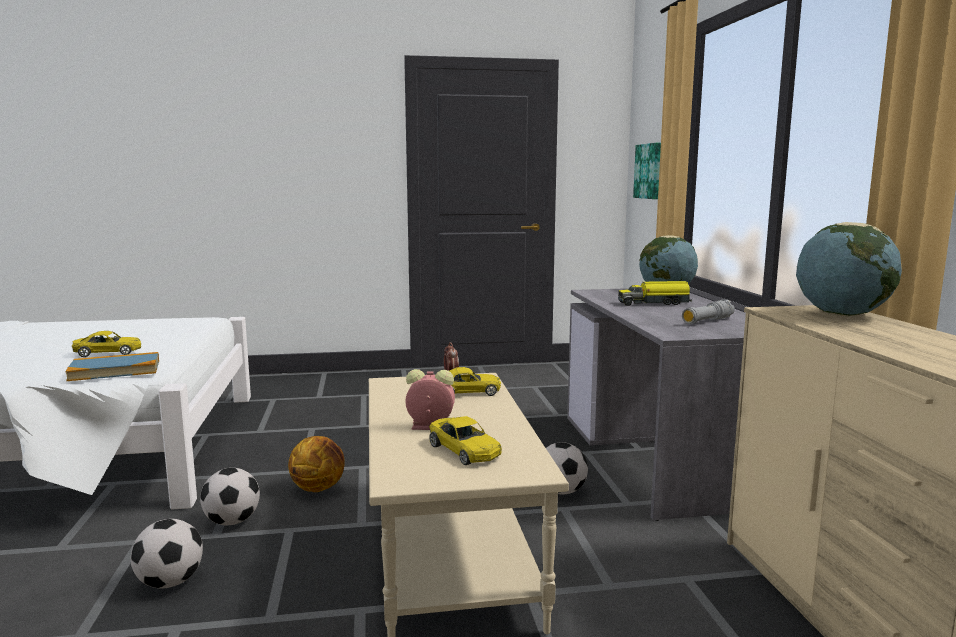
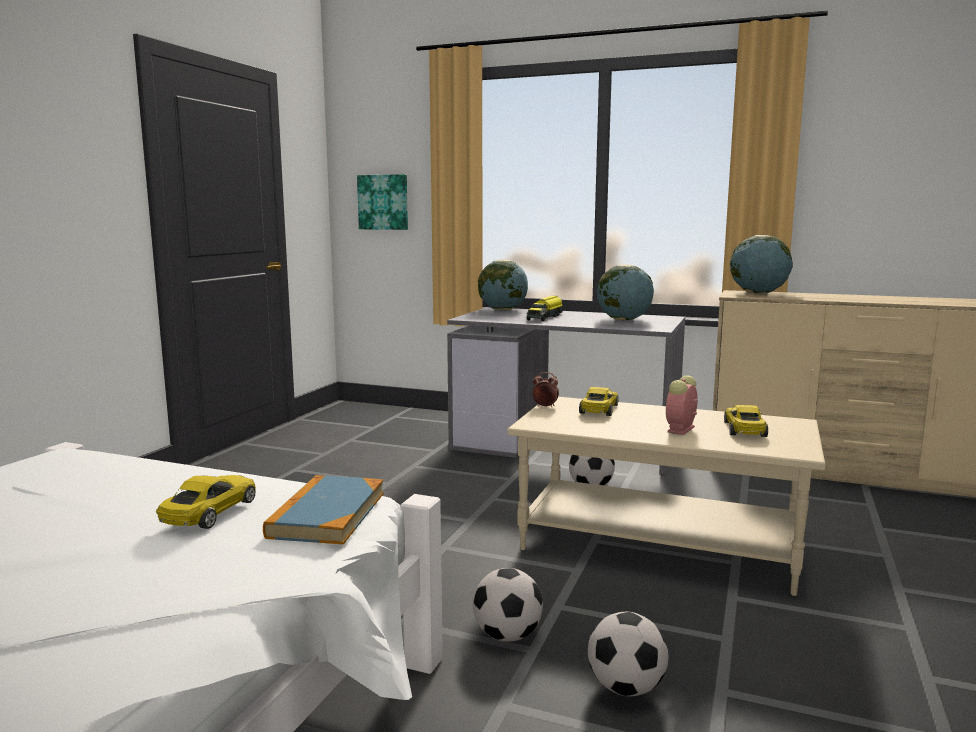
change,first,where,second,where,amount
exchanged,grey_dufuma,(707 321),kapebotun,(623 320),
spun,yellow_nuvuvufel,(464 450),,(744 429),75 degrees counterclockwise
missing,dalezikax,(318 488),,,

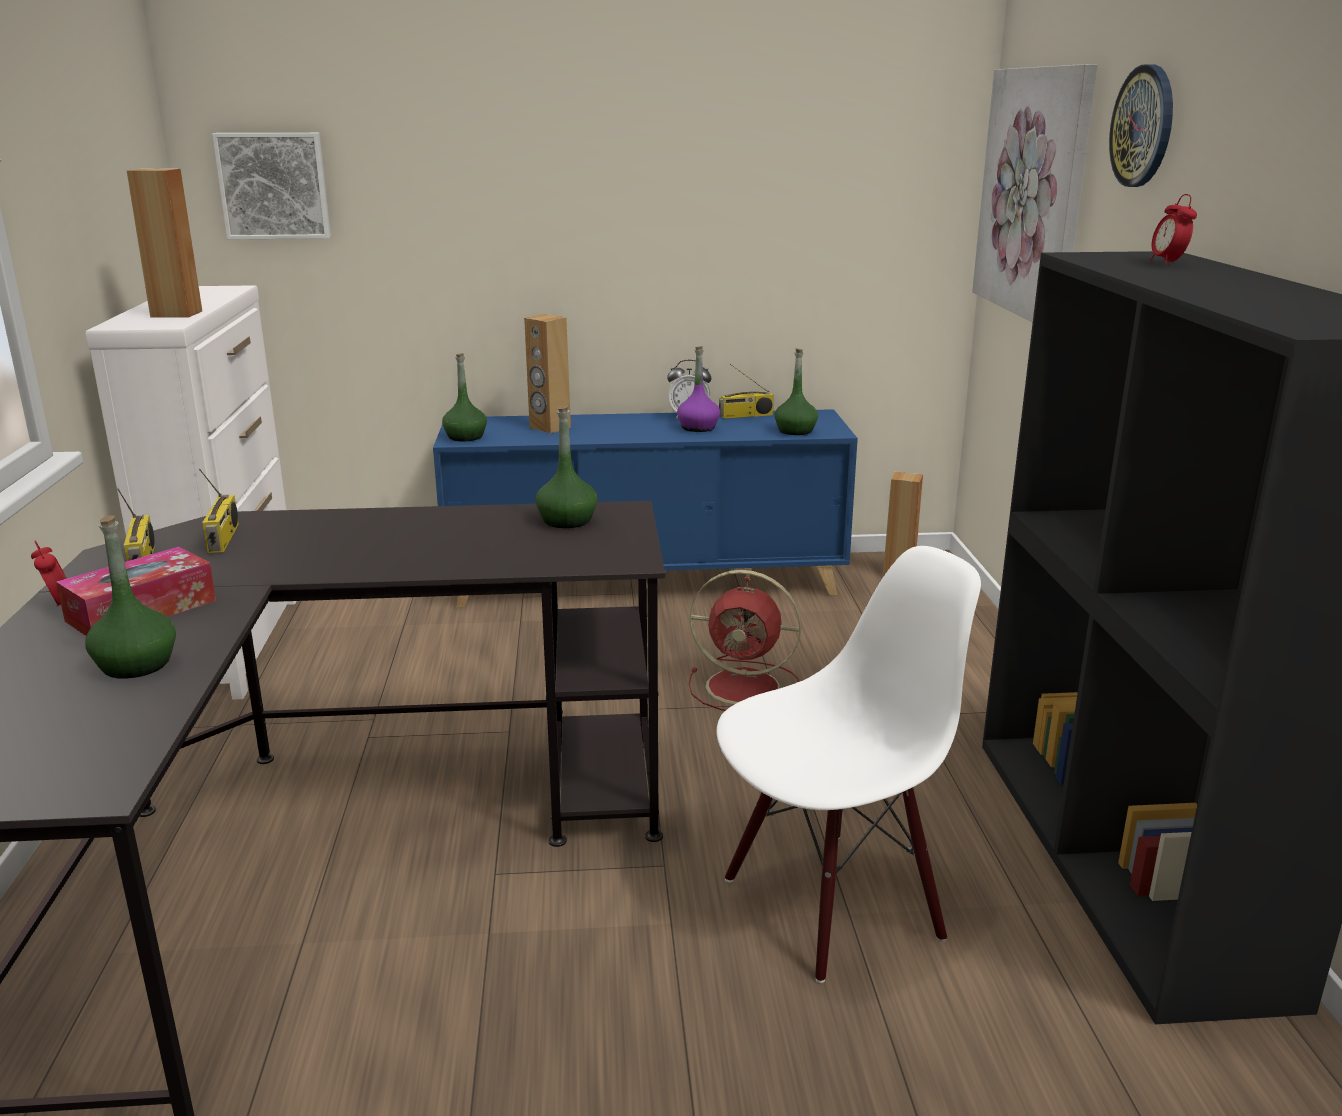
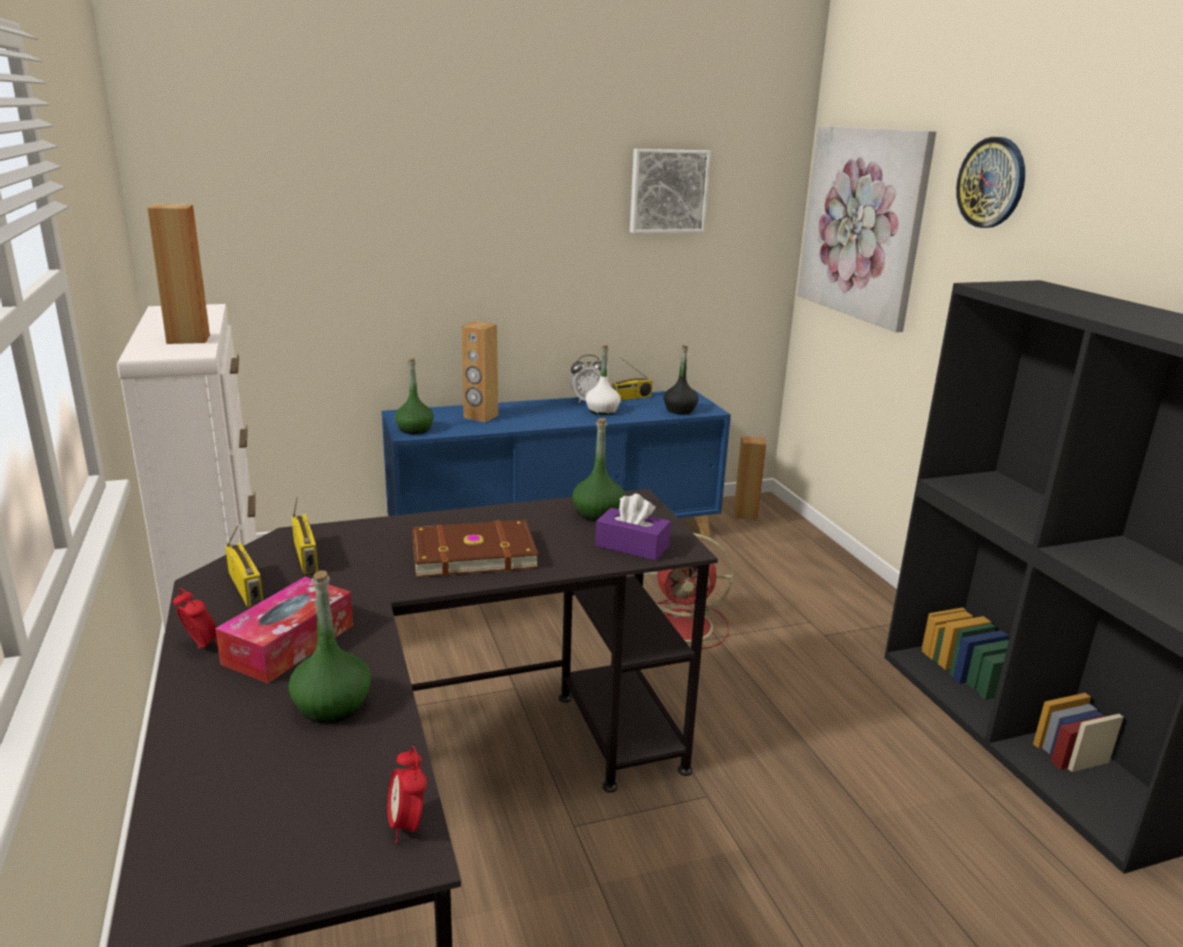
change,first,where,second,where,amount
relocated,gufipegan,(274 186),,(668 191),
relocated,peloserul,(1167 263),,(407 825),
colour,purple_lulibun,(698 428),white_lulibun,(602 411),
colour,green_lulibun,(795 431),black_lulibun,(680 410),
missing,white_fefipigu,(831 904),,,
appeared,,,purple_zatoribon,(632 546),
appeared,,,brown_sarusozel,(472 552),

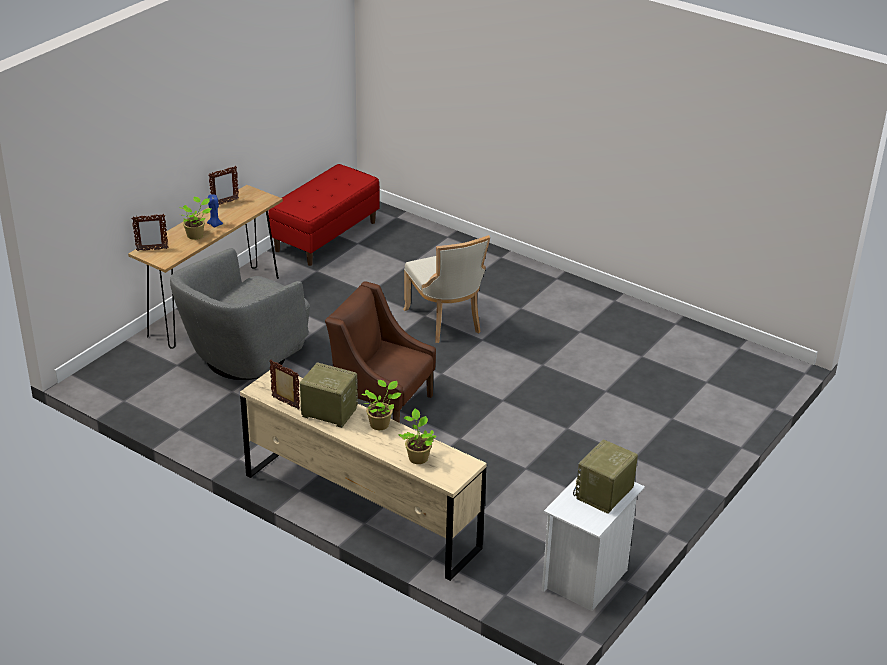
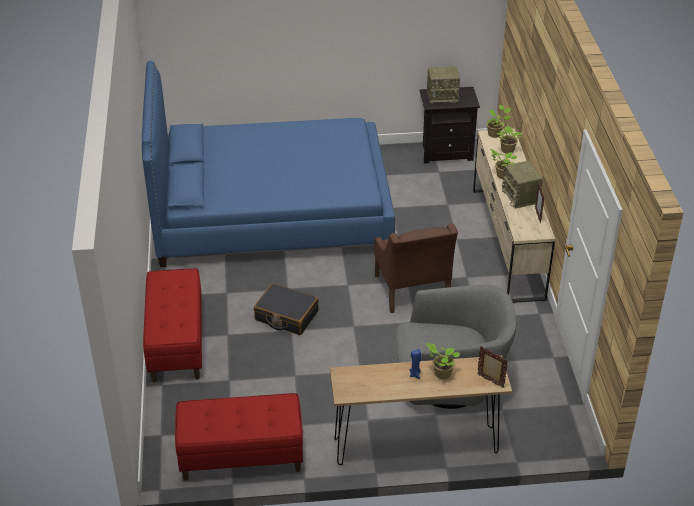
change,first,where,second,where,amount
missing,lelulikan,(225 203),,,
exchanged,beige_fefipigu,(446 322),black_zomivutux,(286 316),
colour,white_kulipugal,(586 579),black_kulipugal,(446 152),
appeared,,,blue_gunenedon,(271 210),
appeared,,,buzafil,(495 134),
appeared,,,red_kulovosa,(176 343),

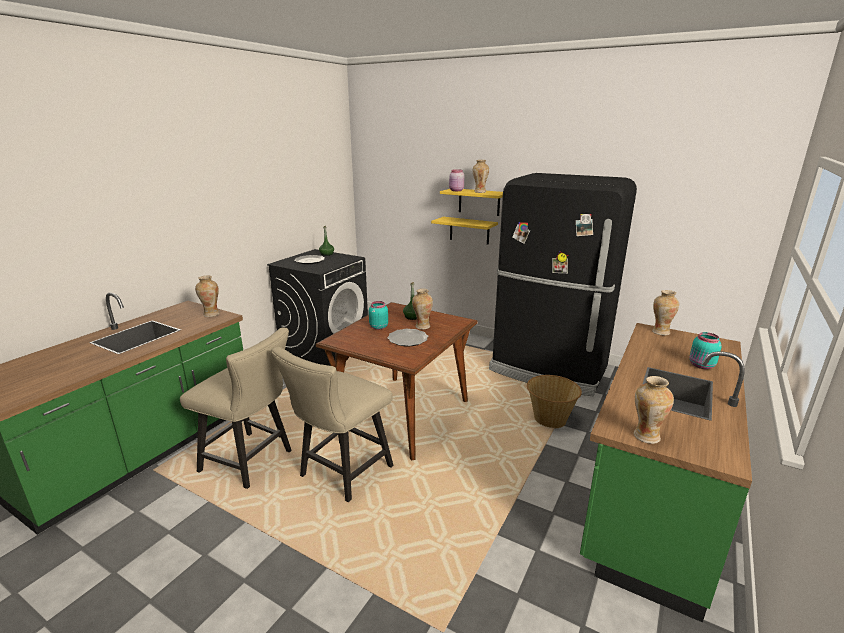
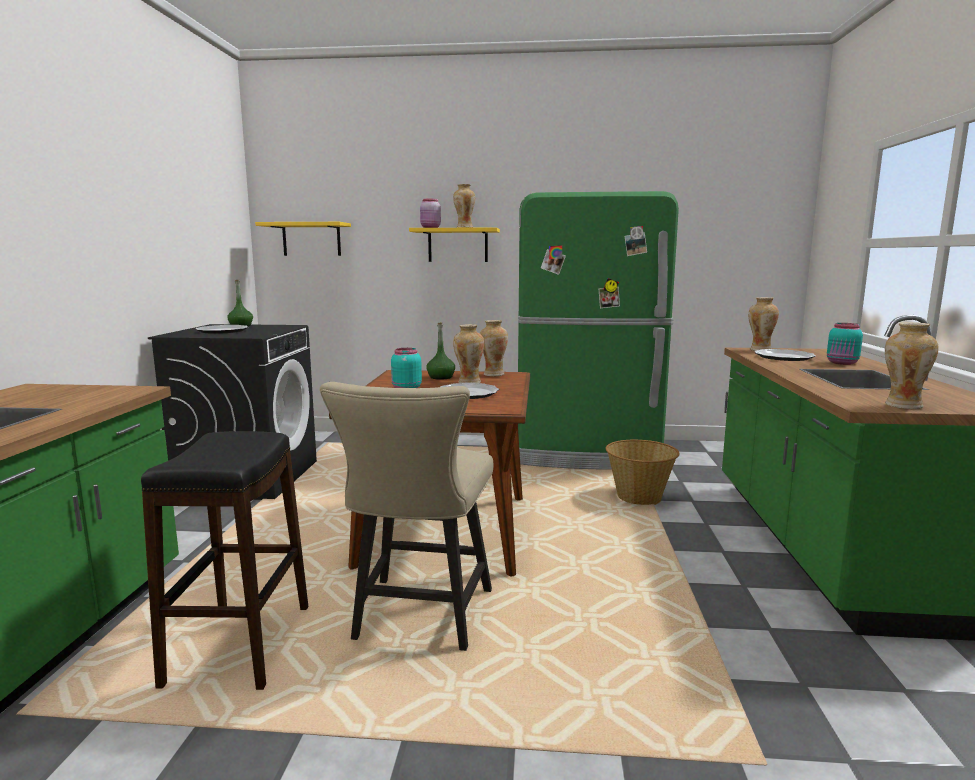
change,first,where,second,where,amount
colour,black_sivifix,(548 369),green_sivifix,(587 453),
relocated,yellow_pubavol,(469 230),,(311 239),
relocated,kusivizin,(211 314),,(493 374),
exchanged,beige_fefipigu,(252 462),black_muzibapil,(240 645),
appeared,,,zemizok,(783 357),

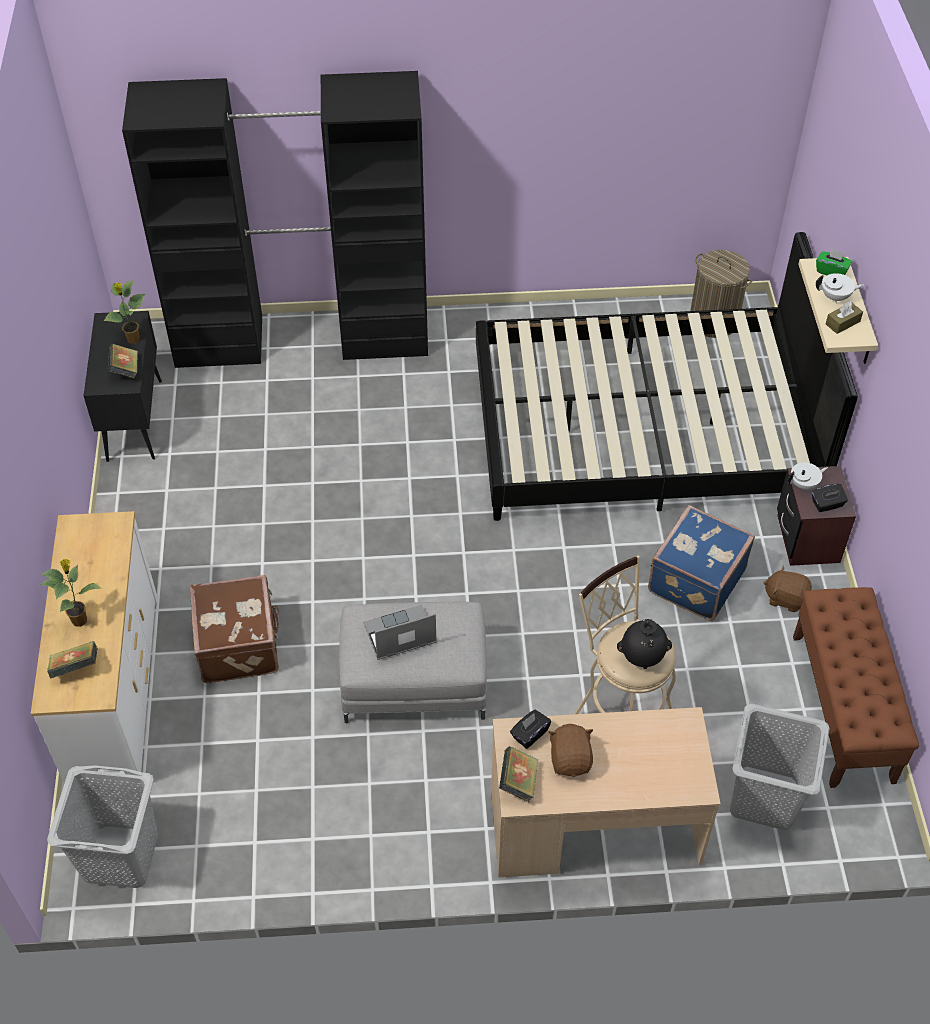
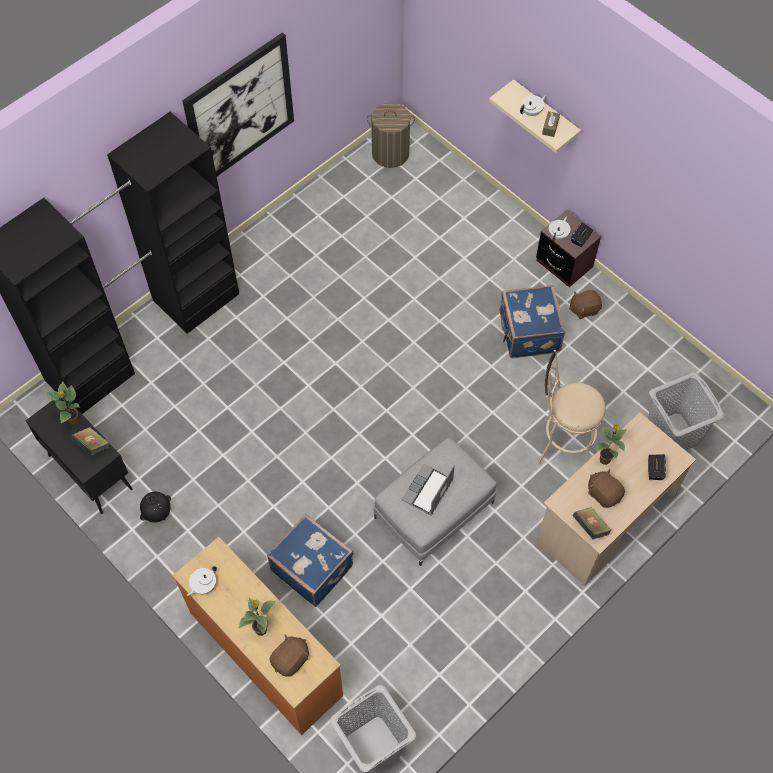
change,first,where,second,where,amount
missing,black_gunenedon,(643 431),,,
missing,green_zatoribon,(831 271),,,
colour,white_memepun,(113 690),orange_memepun,(265 654),
colour,brown_zomivutux,(240 645),blue_zomivutux,(312 567),
missing,brown_kulovosa,(843 708),,,
relocated,black_kusivizin,(642 657),,(158 513),
exchanged,sarusozel,(75 668),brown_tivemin,(291 660),
relocated,black_zatoribon,(529 734),,(654 470),
appeared,,,gufipegan,(240 110),
appeared,,,buzafil,(604 459),
appeared,,,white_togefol,(203 585),

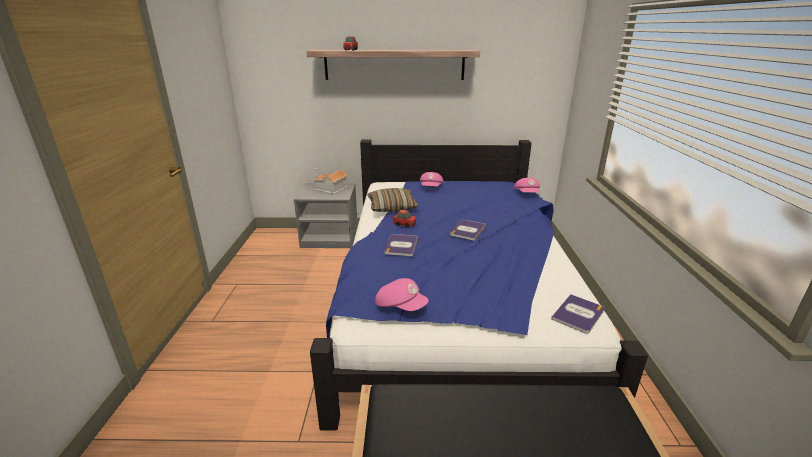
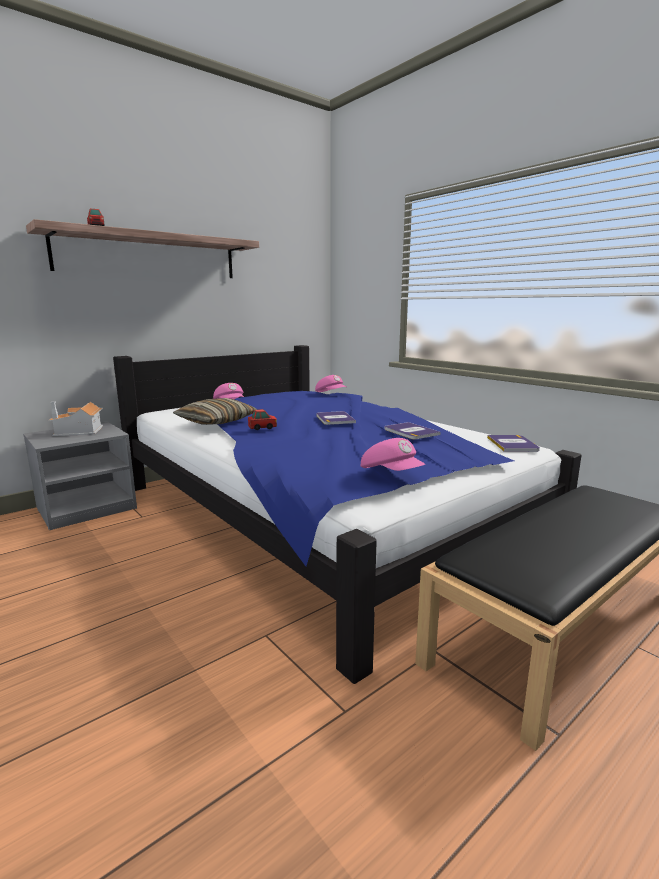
change,first,where,second,where,amount
relocated,sarusozel,(401 245),,(410 432),
spun,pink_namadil,(401 306),,(392 474),60 degrees clockwise

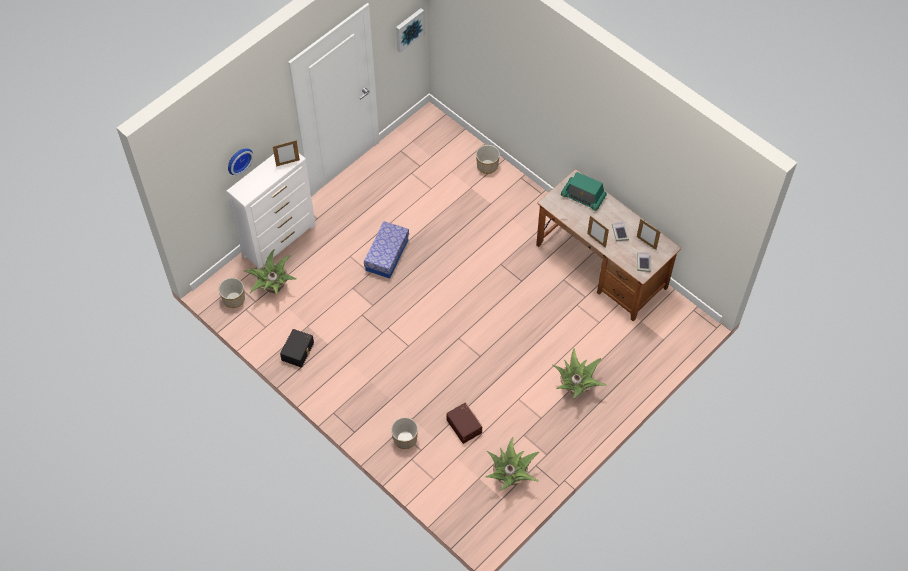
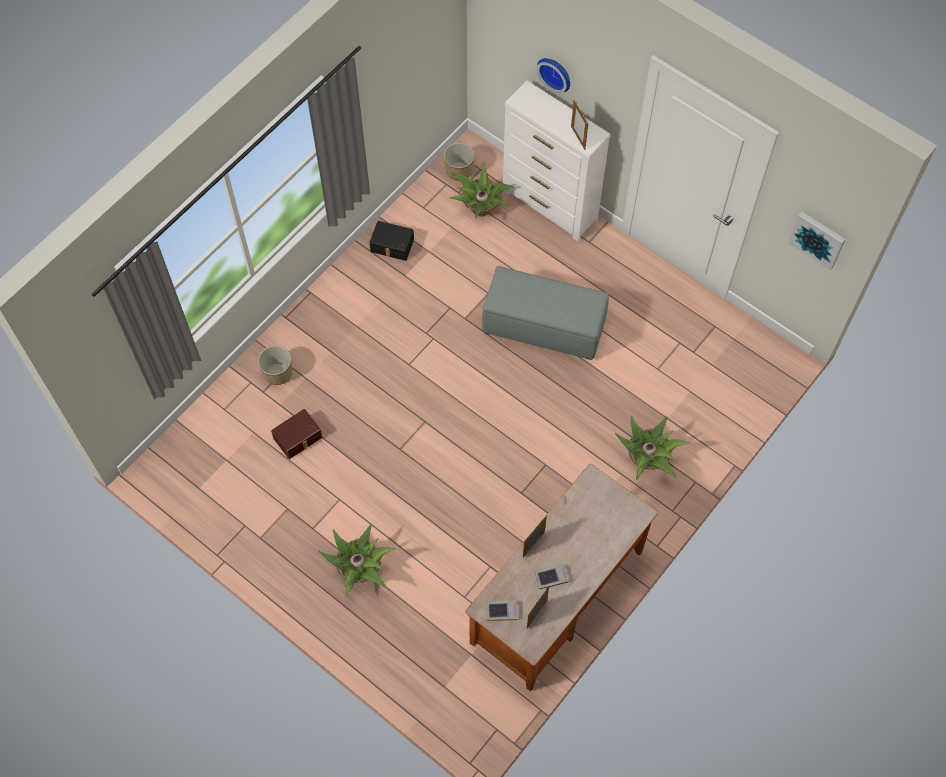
change,first,where,second,where,amount
missing,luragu,(487 166),,,
missing,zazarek,(583 196),,,
exchanged,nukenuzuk,(387 255),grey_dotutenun,(542 327),
relocated,buzafil,(510 477),,(647 460),

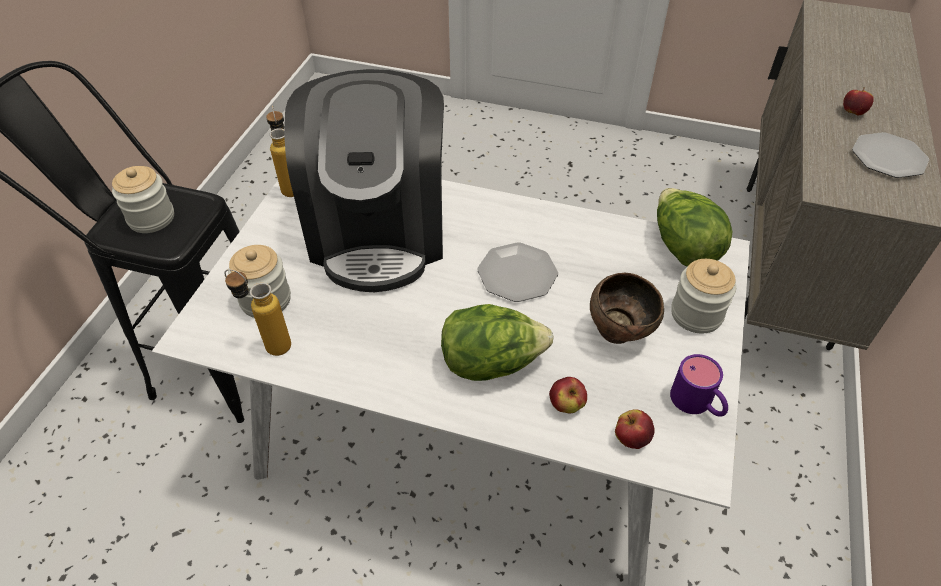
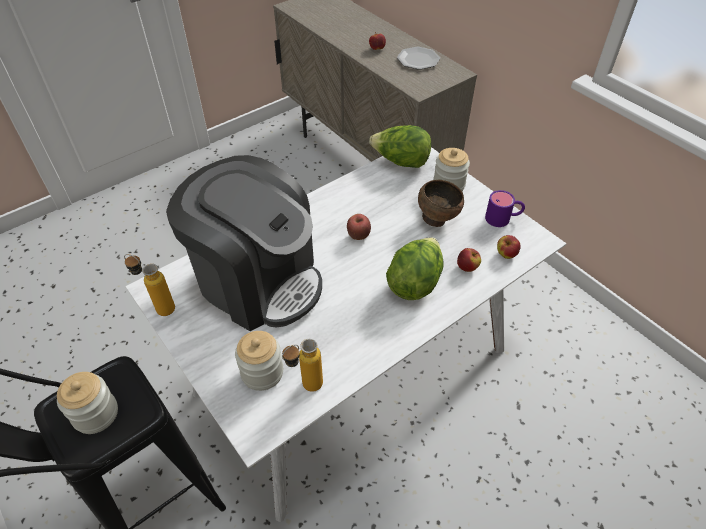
change,first,where,second,where,amount
exchanged,zemizok,(517 275),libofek,(358 236),

